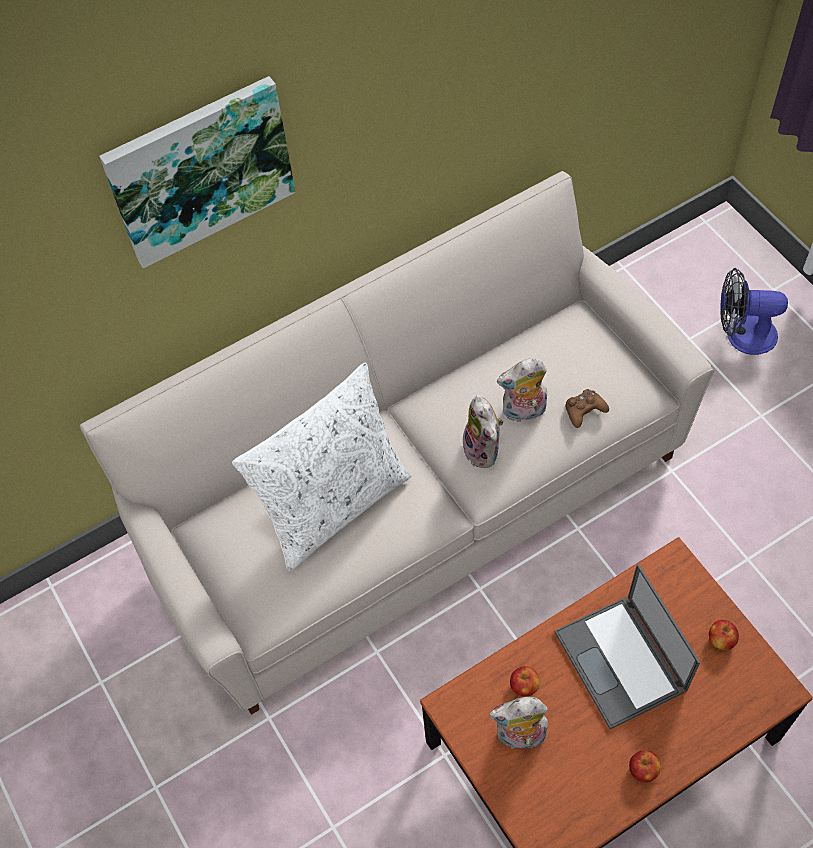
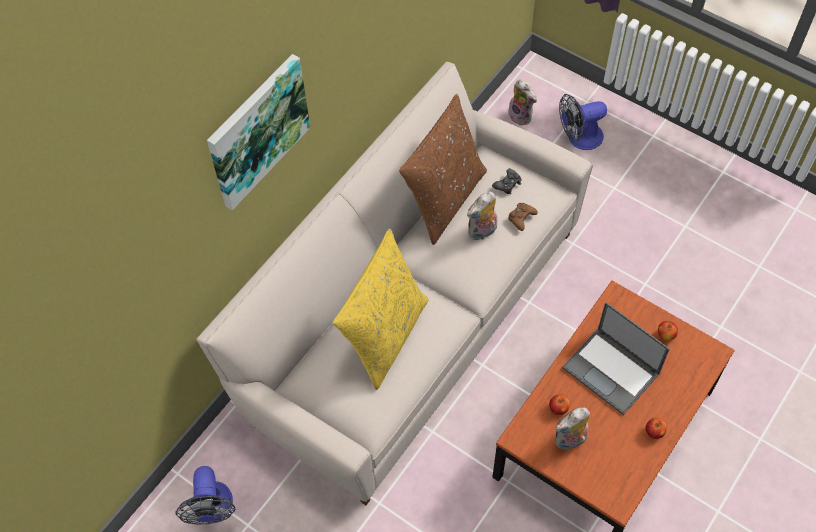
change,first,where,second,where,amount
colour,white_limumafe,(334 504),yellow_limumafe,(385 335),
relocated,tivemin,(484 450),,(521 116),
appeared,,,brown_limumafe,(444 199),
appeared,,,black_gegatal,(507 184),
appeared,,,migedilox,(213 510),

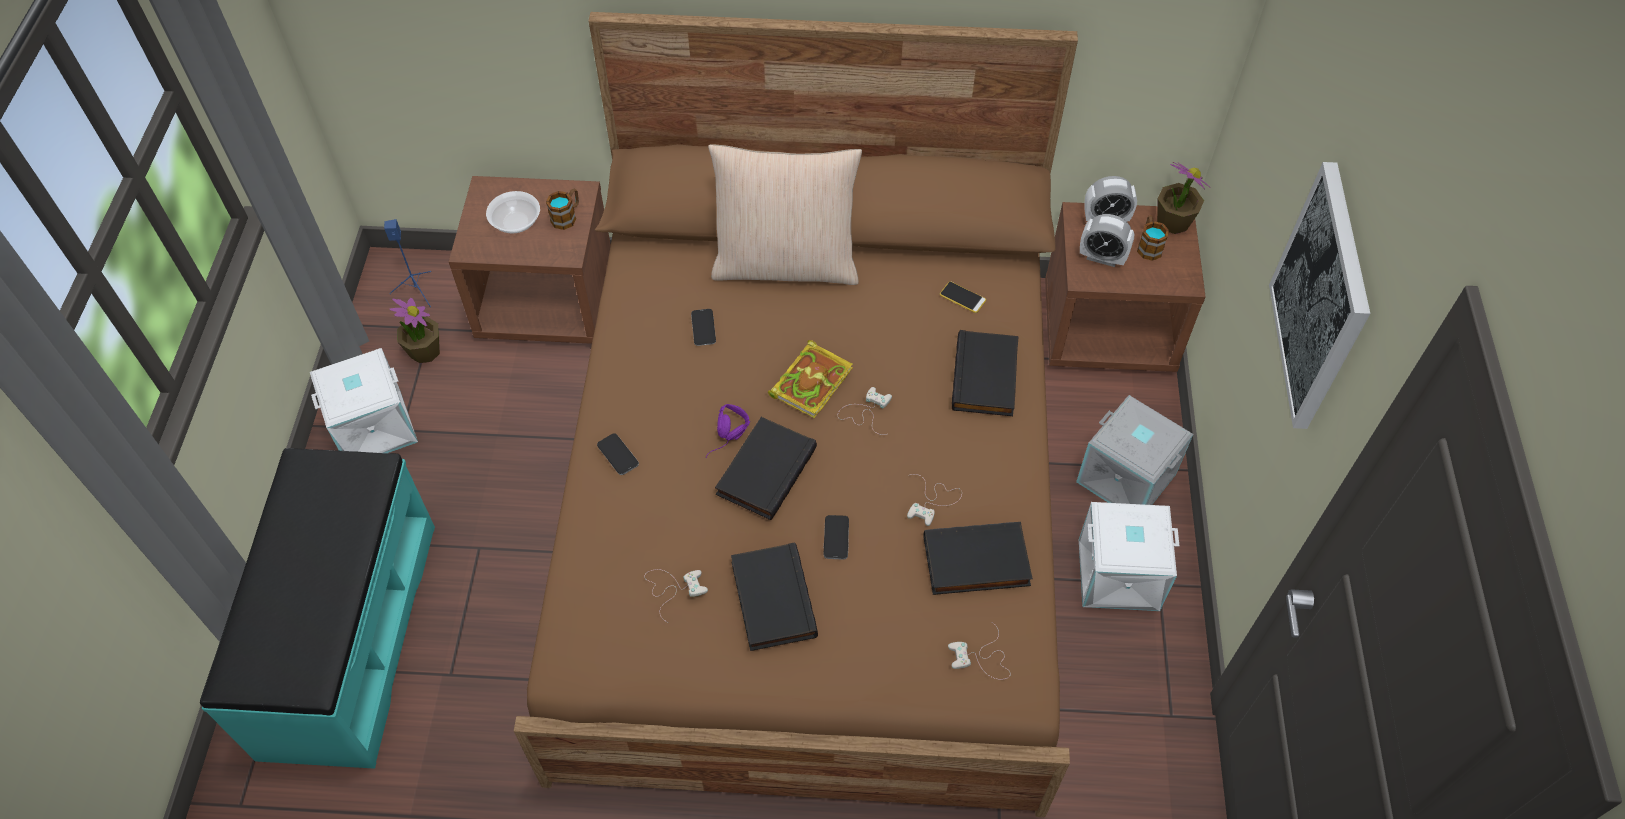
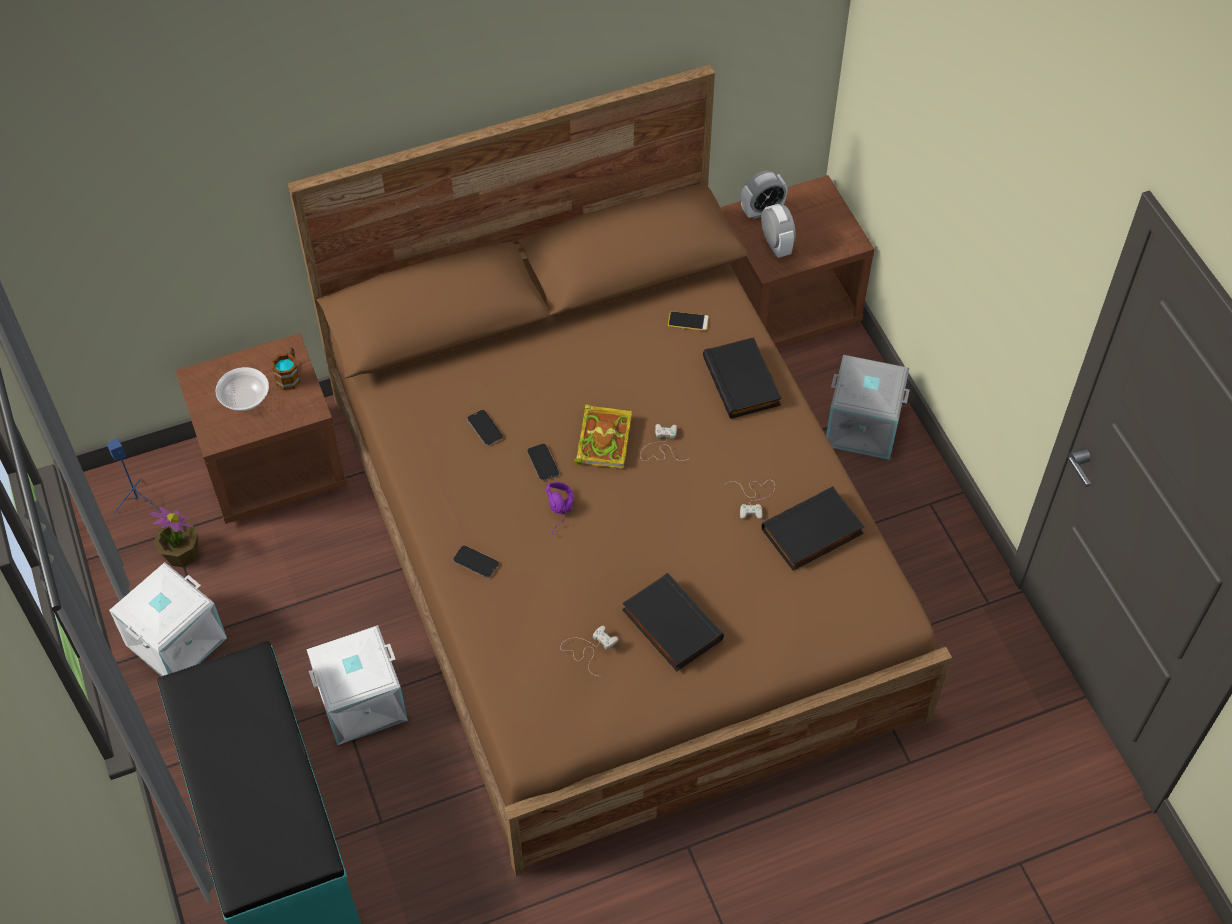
change,first,where,second,where,amount
missing,beige_limumafe,(786 263),,,
missing,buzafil,(1173 221),,,
missing,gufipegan,(1321 298),,,
spun,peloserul,(1102 258),,(776 245),105 degrees counterclockwise
missing,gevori,(1148 246),,,
missing,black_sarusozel,(764 470),,,
relocated,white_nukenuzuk,(1117 576),,(361 703),
relocated,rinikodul,(836 538),,(543 463),
missing,white_gegatal,(982 658),,,

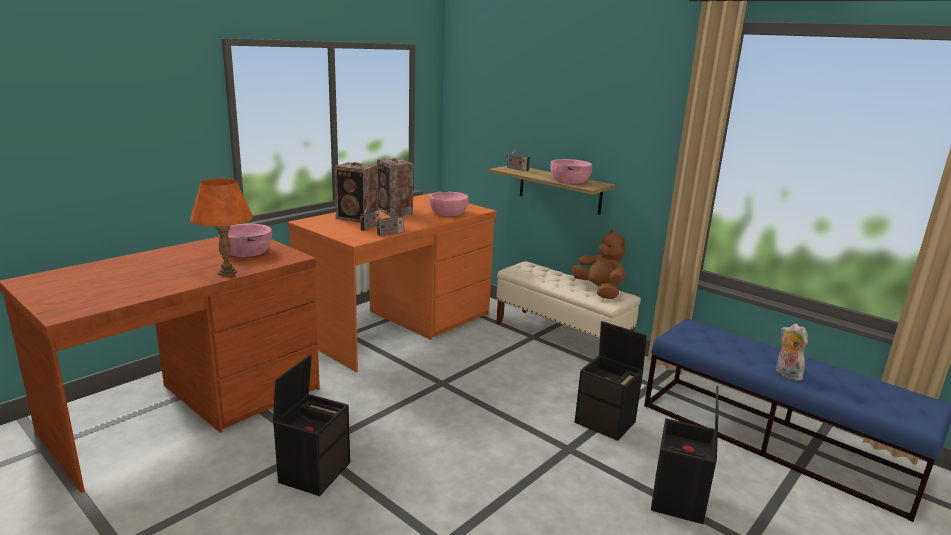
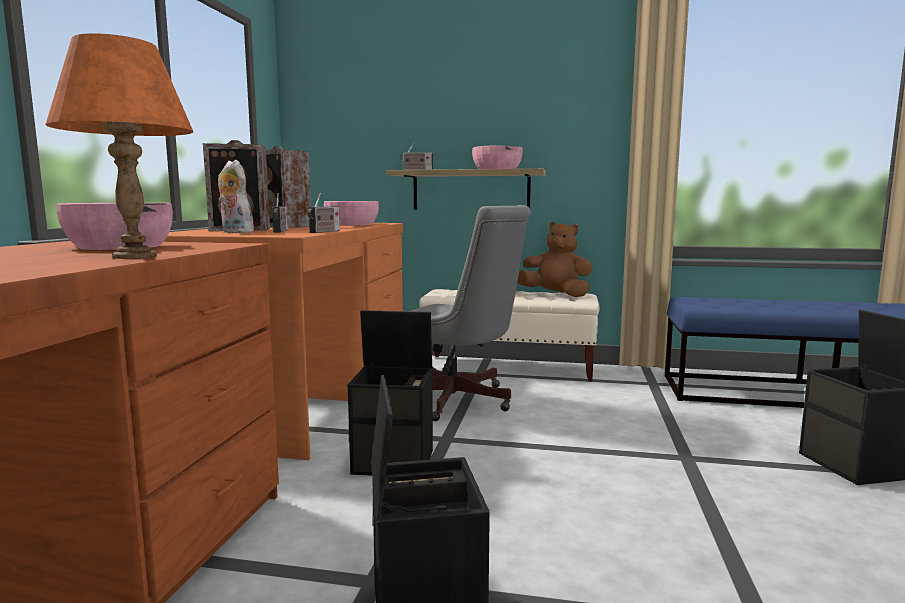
change,first,where,second,where,amount
relocated,black_nukenuzuk,(606 422),,(395 461),
relocated,tivemin,(786 374),,(234 232),
appeared,,,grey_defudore,(459 401),

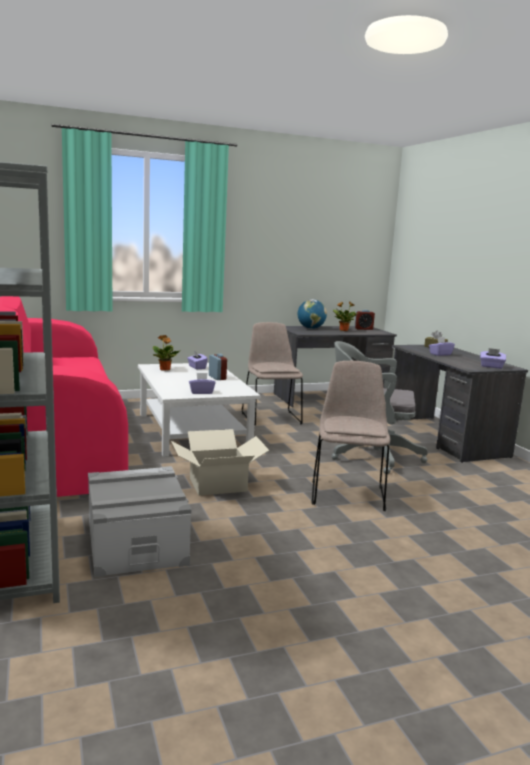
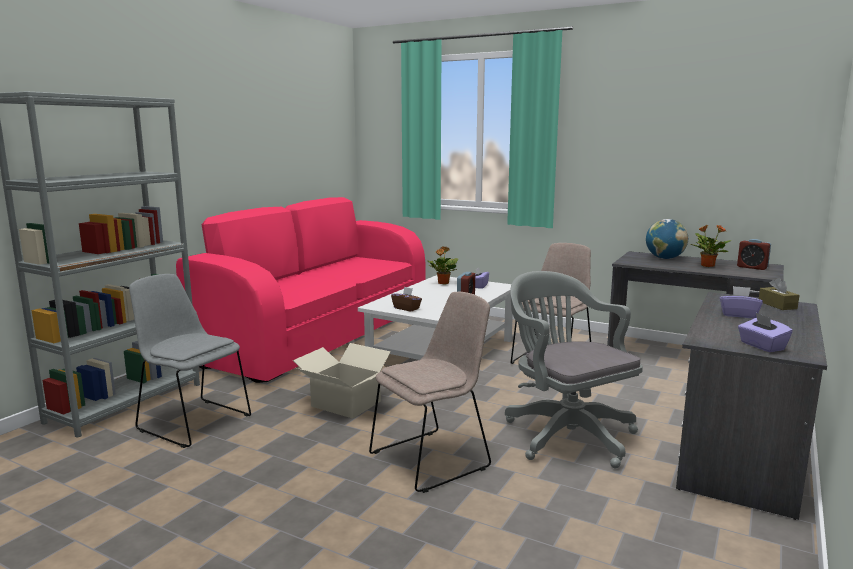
change,first,where,second,where,amount
colour,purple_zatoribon,(201 392),brown_zatoribon,(406 308),
exchanged,grey_nukenuzuk,(136 542),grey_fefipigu,(192 422),

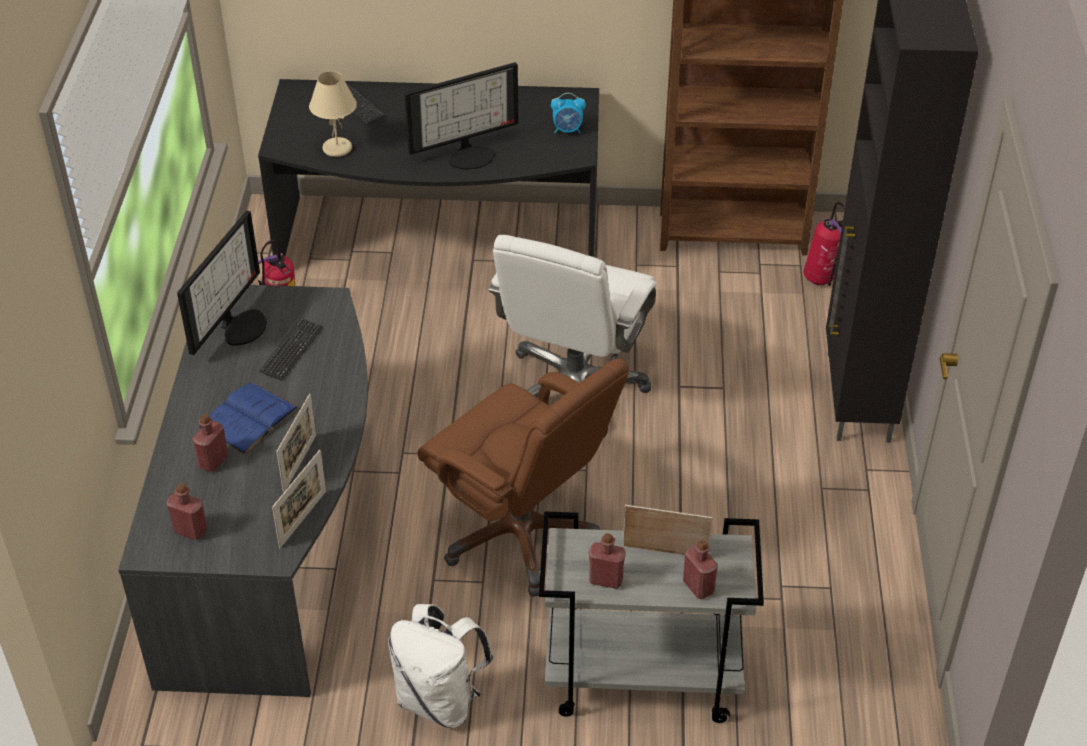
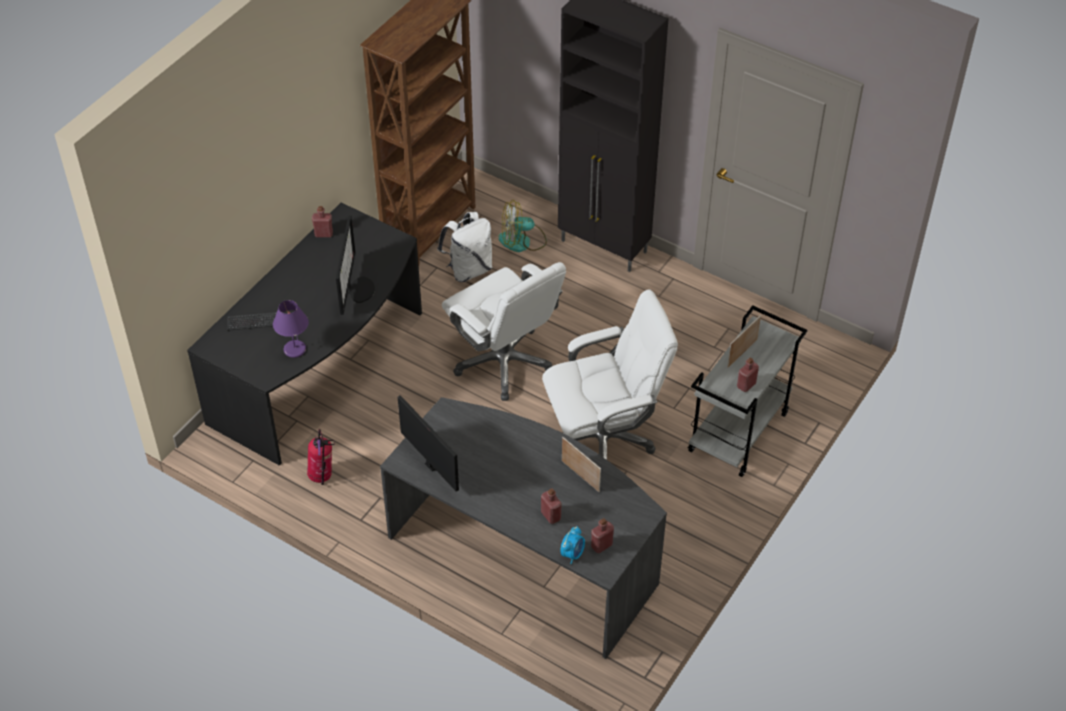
change,first,where,second,where,amount
colour,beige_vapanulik,(337 148),purple_vapanulik,(294 349),
relocated,peloserul,(567 130),,(572 554),
missing,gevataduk,(821 280),,,
missing,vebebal,(291 350),,,
colour,brown_defudore,(522 535),white_defudore,(603 438),
missing,blue_sarusozel,(248 418),,,
missing,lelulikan,(303 519),,,
relocated,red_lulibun,(698 587),,(323 234),
relocated,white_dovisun,(440 700),,(468 269),
appeared,,,migedilox,(522 241),

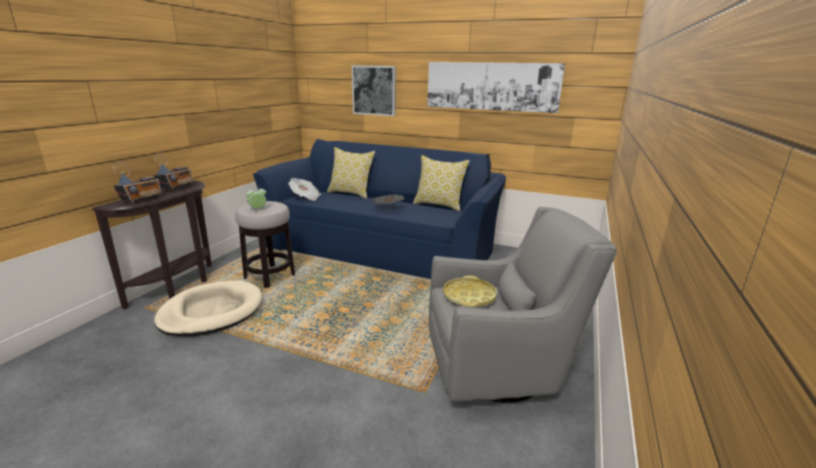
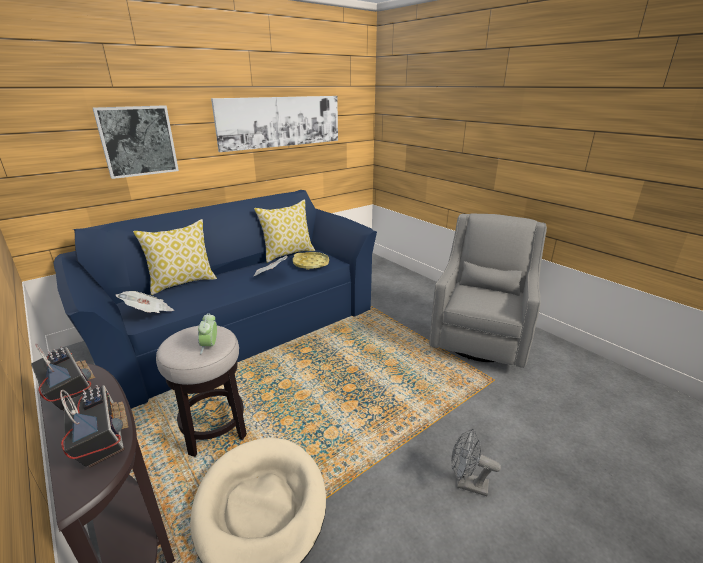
change,first,where,second,where,amount
relocated,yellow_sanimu,(469 296),,(311 264),
appeared,,,grey_migedilox,(467 484),

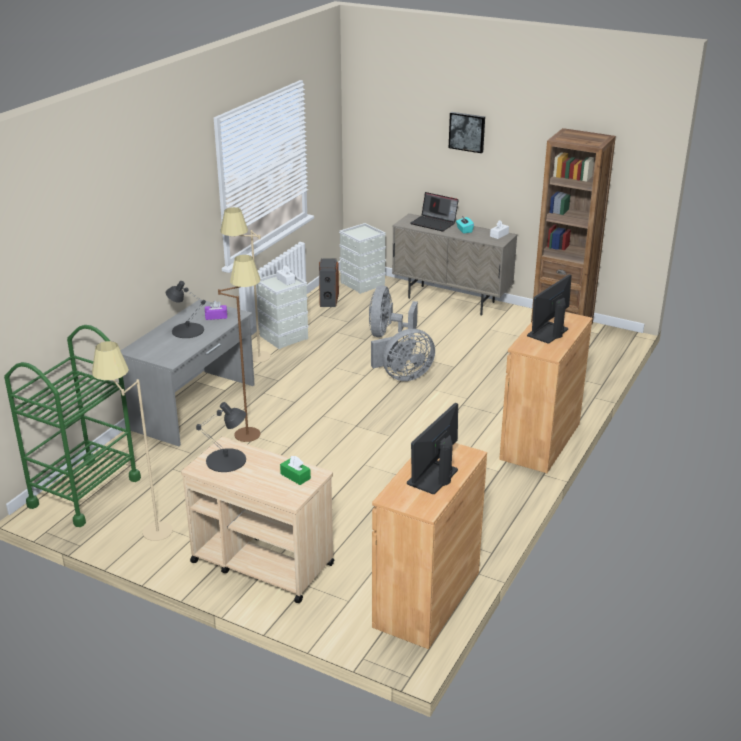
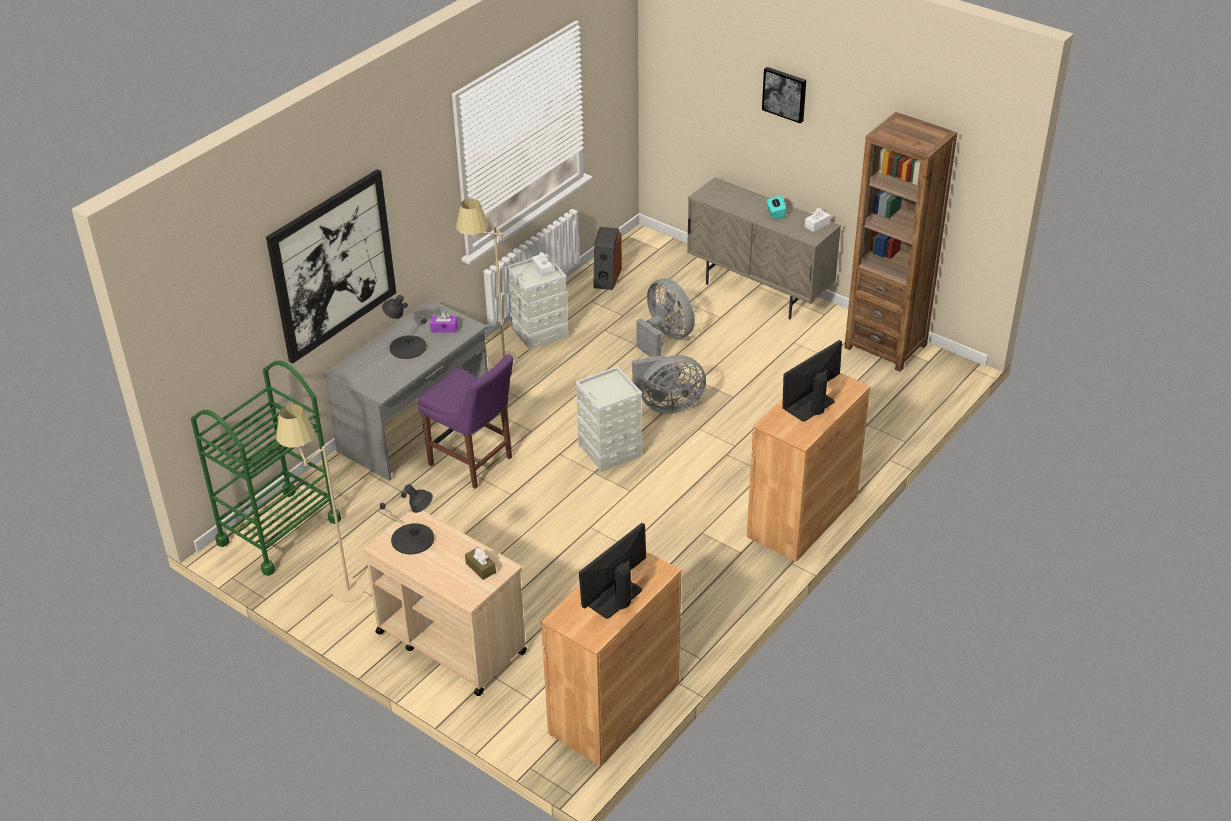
change,first,where,second,where,amount
missing,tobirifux,(434 223),,,
relocated,grey_nukenuzuk,(363 284),,(610 451),
exchanged,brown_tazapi,(250 428),purple_fefipigu,(473 463),
spun,grey_migedilox,(387 334),,(665 338),120 degrees clockwise
colour,green_zatoribon,(295 476),brown_zatoribon,(480 568),
appeared,,,gufipegan,(332 265),

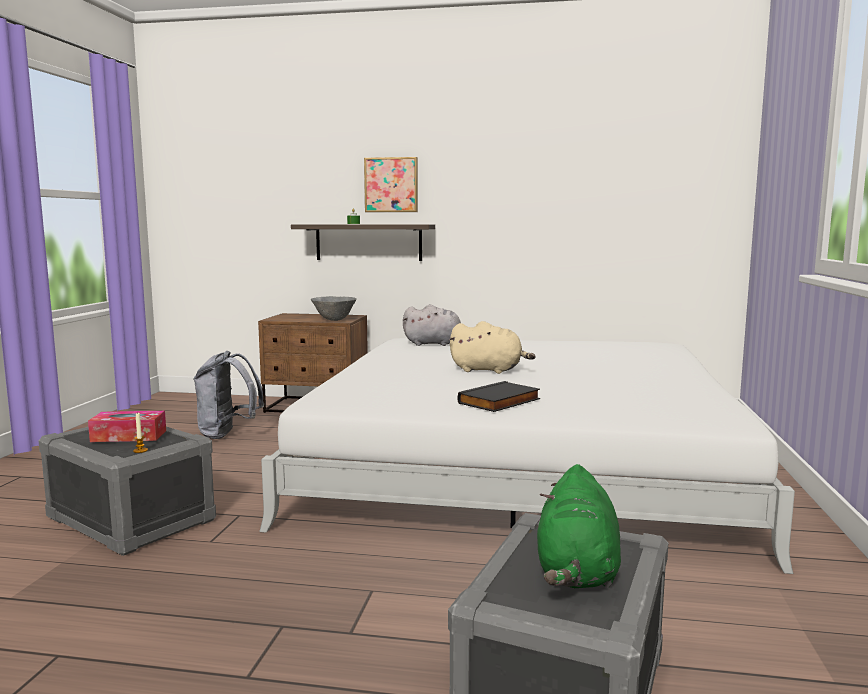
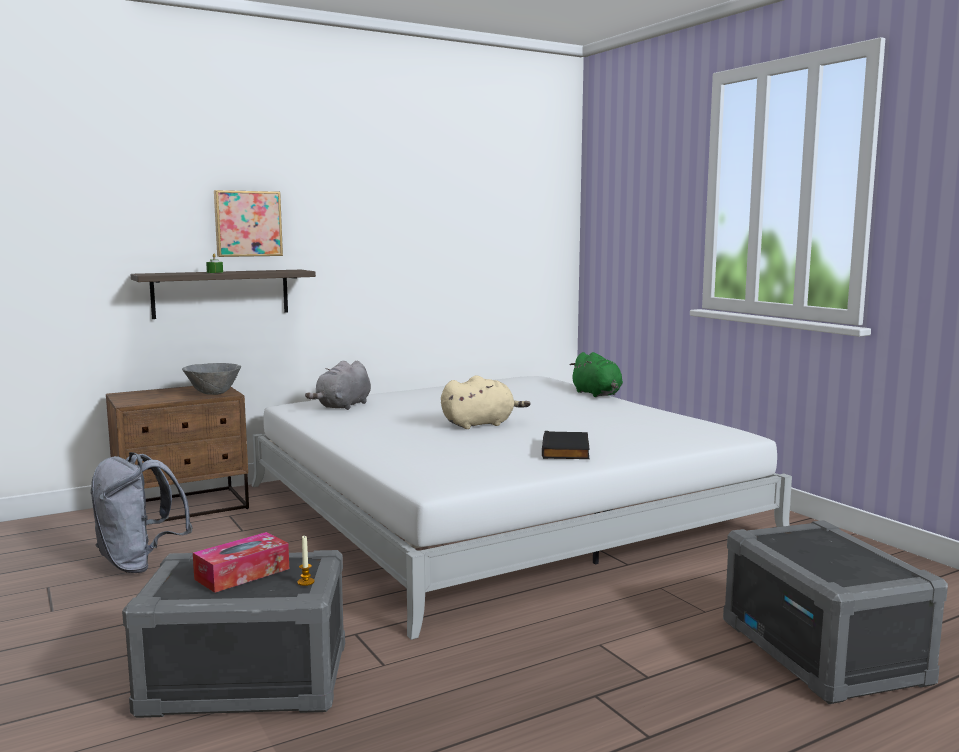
change,first,where,second,where,amount
spun,grey_tivemin,(435 344),,(343 406),150 degrees clockwise
relocated,green_tivemin,(577 572),,(597 394),

